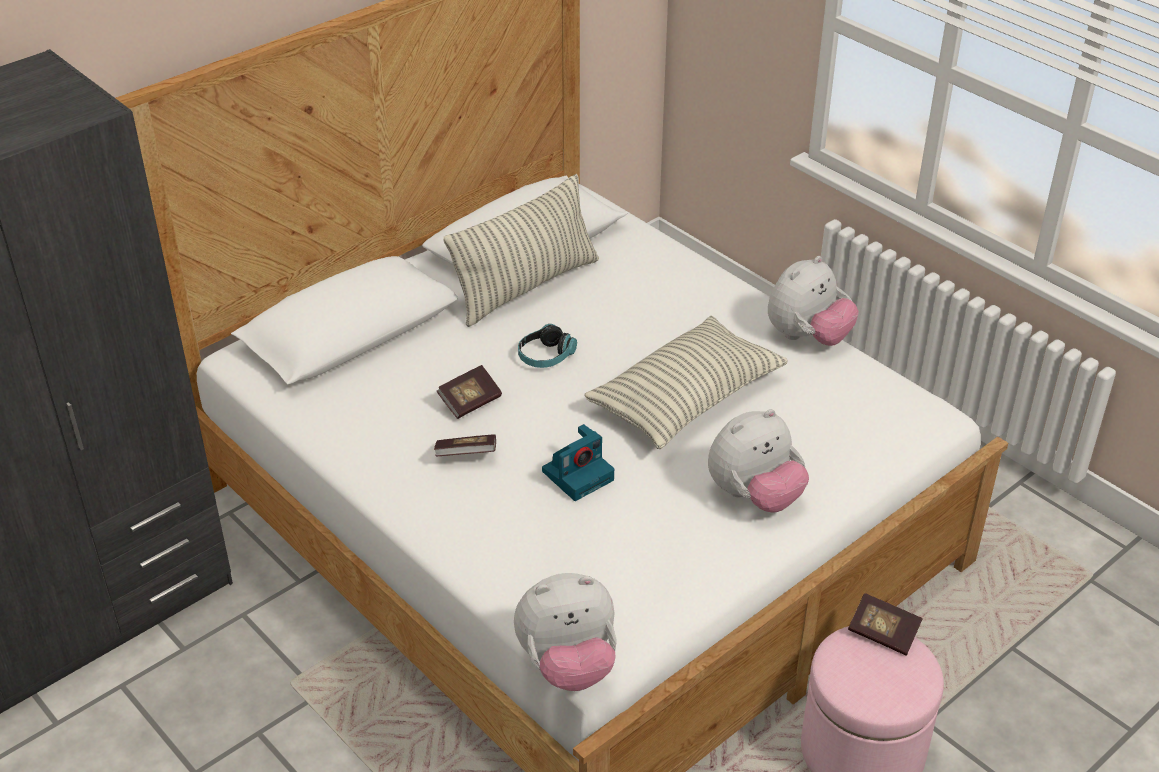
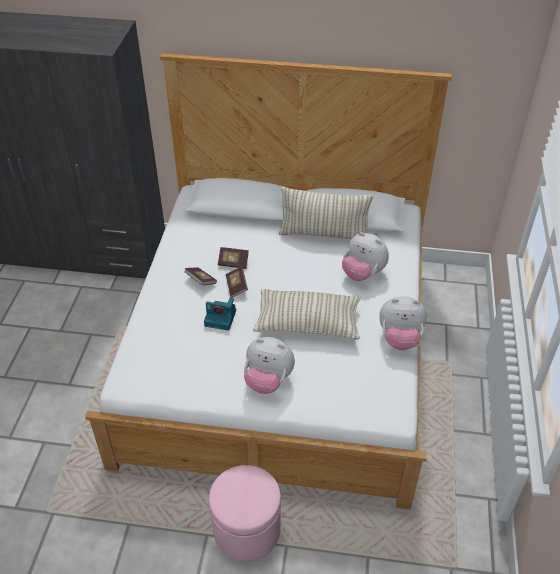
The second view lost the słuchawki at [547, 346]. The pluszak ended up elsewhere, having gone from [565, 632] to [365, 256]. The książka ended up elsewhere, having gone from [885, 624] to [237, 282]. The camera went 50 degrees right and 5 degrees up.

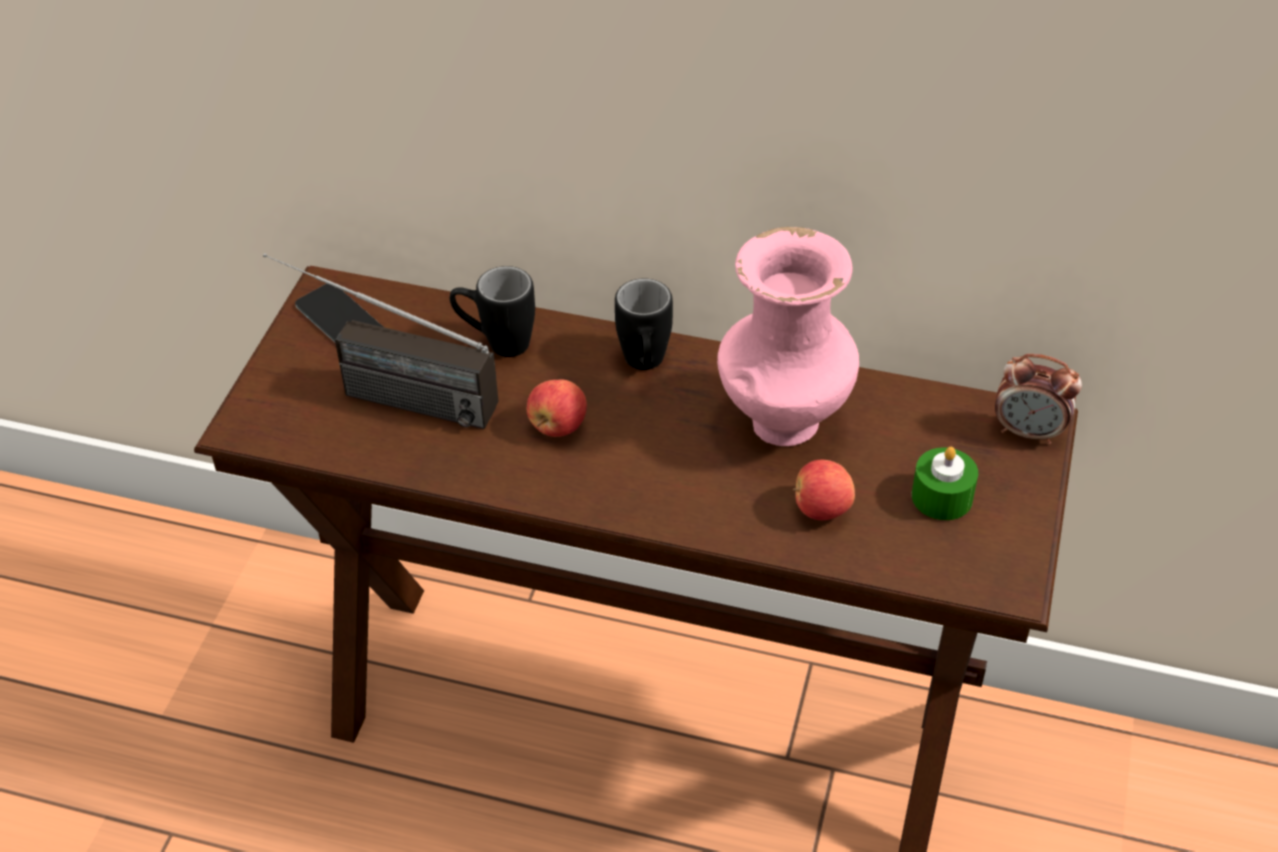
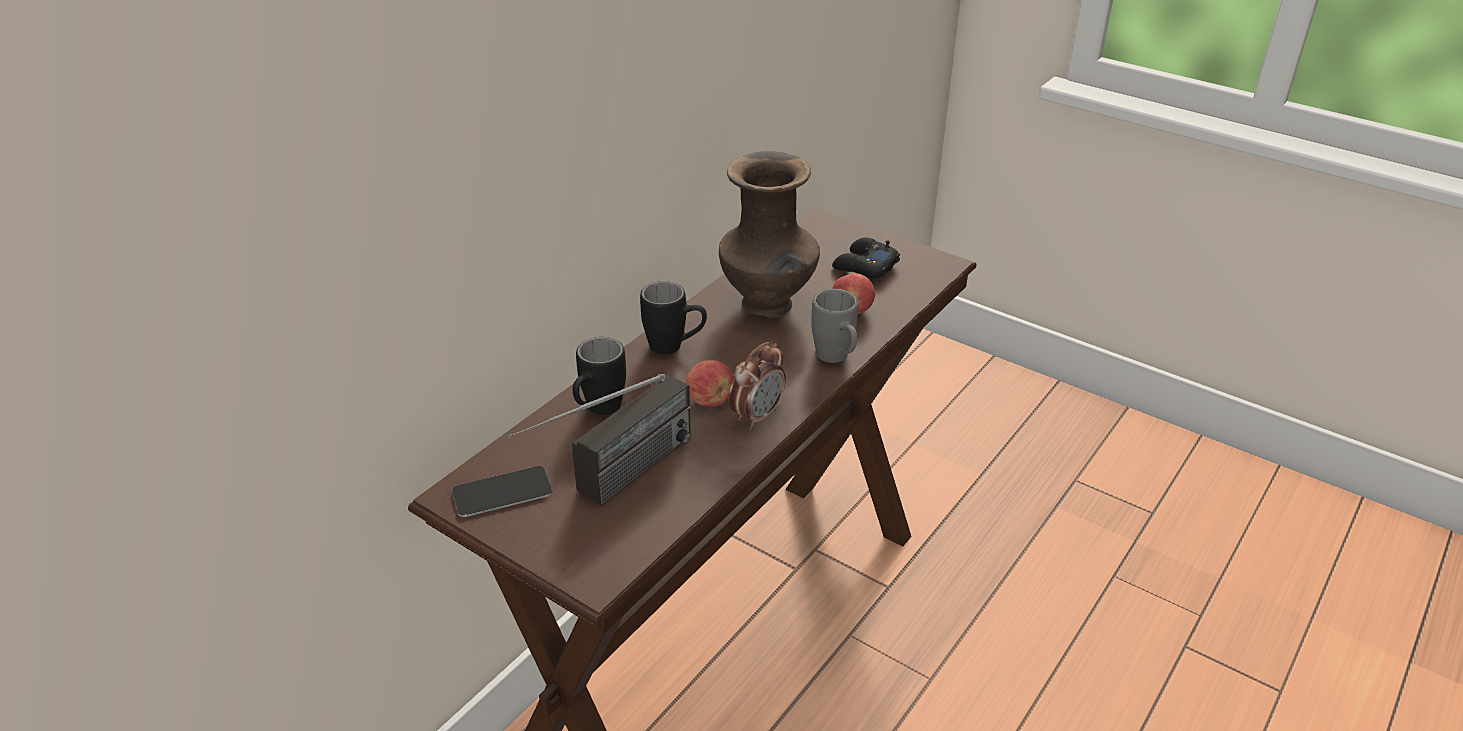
What was the wazon [różowy] at [788, 336] turned into the wazon [brązowy] at [769, 234]. The budzik ended up elsewhere, having gone from [1038, 399] to [757, 386]. Where the świeca [zielony] stood at [945, 483], the pad do gier [czarny] came to stand at [866, 258]. The second view gained the kubek [szary] at [834, 326]. The camera went 70 degrees left and 10 degrees down.

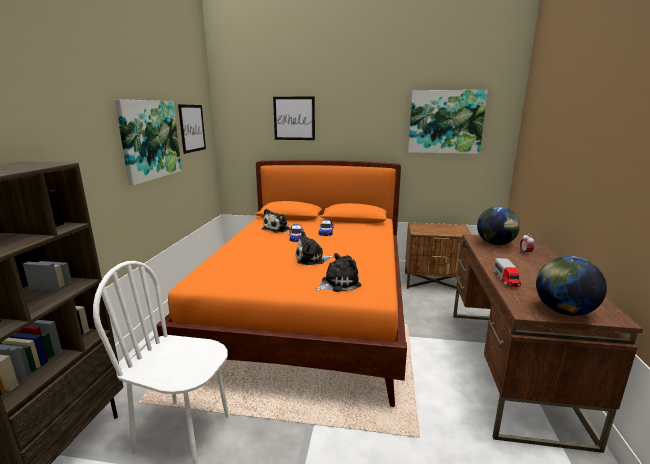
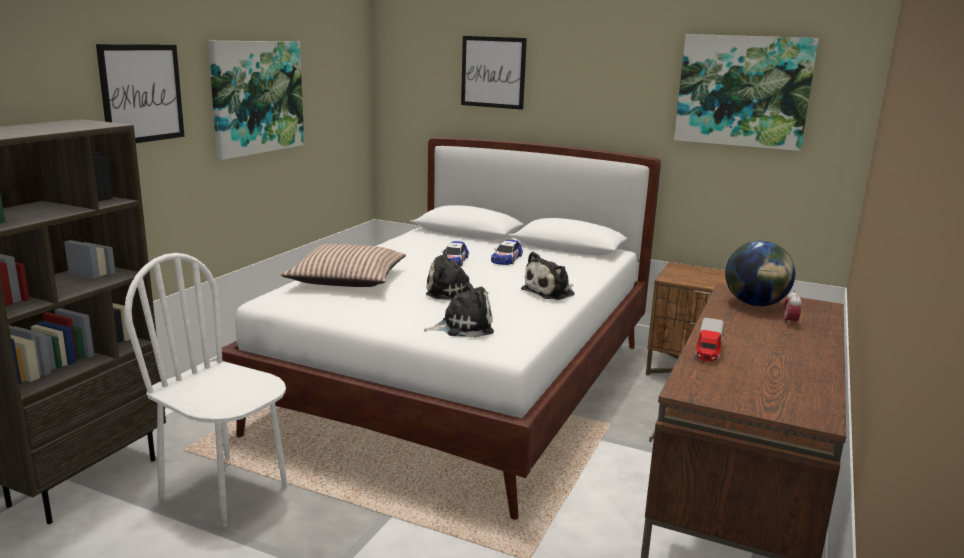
The obraz ended up elsewhere, having gone from [192, 129] to [140, 93]. What was the łóżko [pomarańczowy] at [281, 283] turned into the łóżko [biały] at [441, 328]. The pluszak ended up elsewhere, having gone from [276, 221] to [548, 276]. The second view lost the globus at [571, 286]. The second view gained the poduszka at [343, 265]. The camera went 15 degrees right and 0 degrees up.

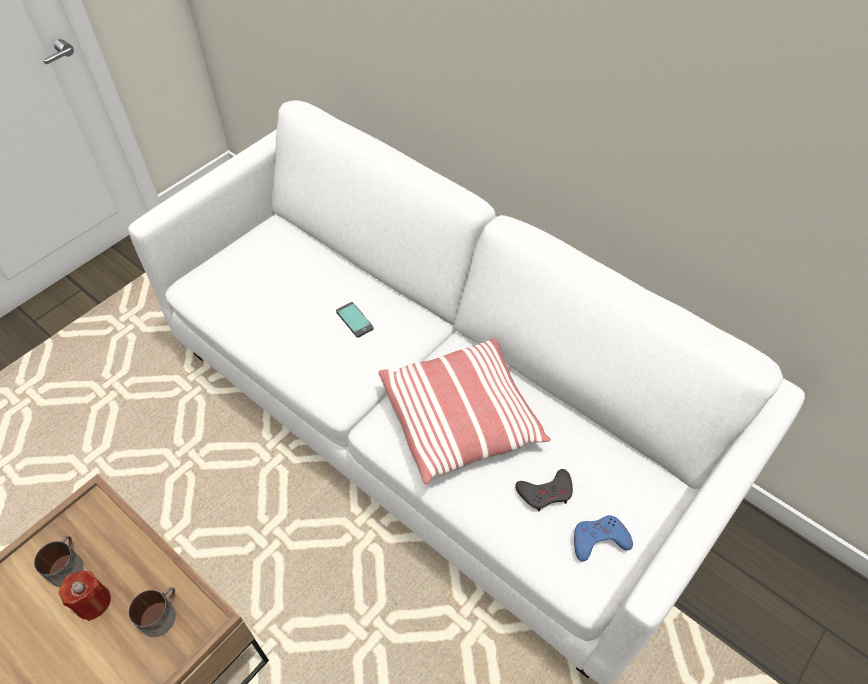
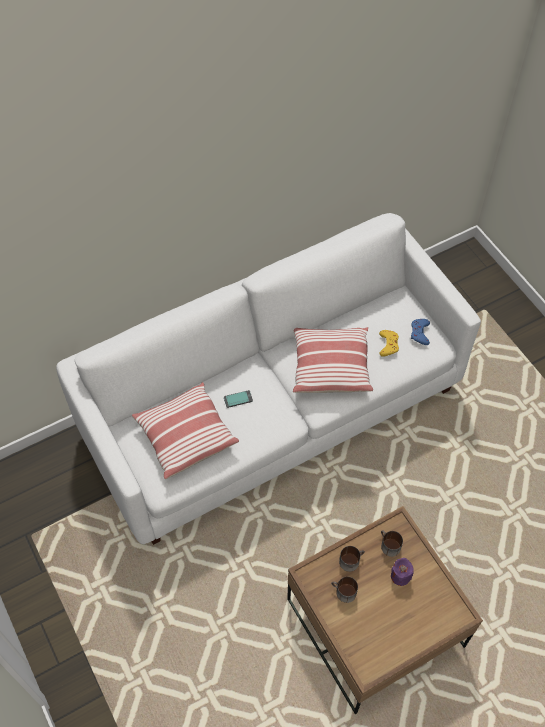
What was the pad do gier [szary] at [544, 490] turned into the pad do gier [żółty] at [389, 343]. The second view lost the świeca [czerwony] at [85, 596]. The second view gained the poduszka at [185, 430]. The second view gained the kubek at [352, 559]. The second view gained the świeca [fioletowy] at [402, 572]. The camera went 70 degrees left and 5 degrees up.

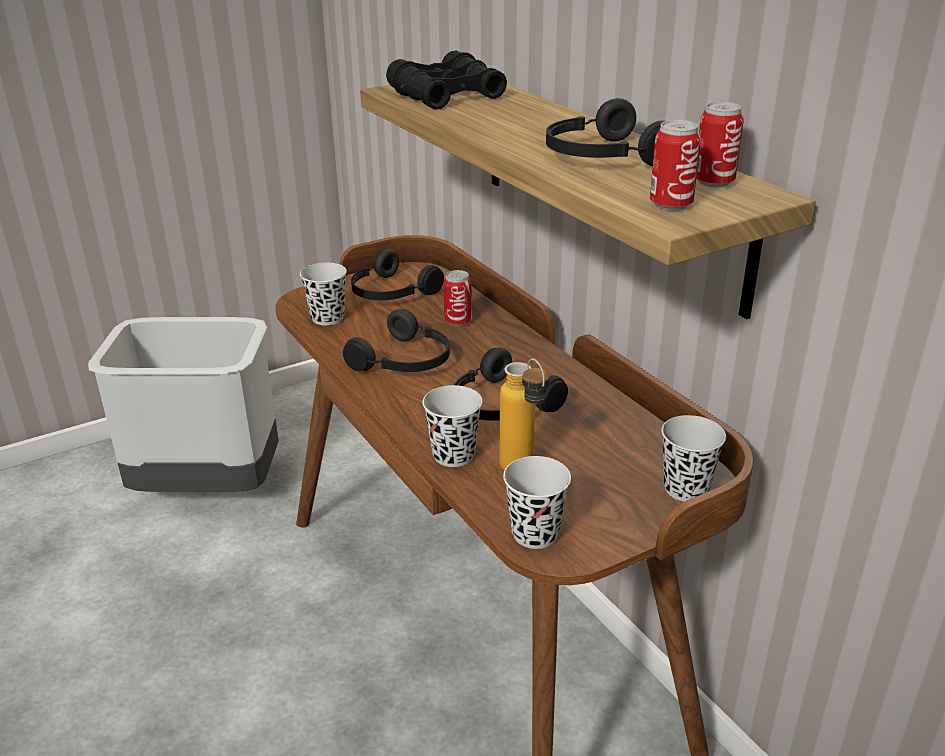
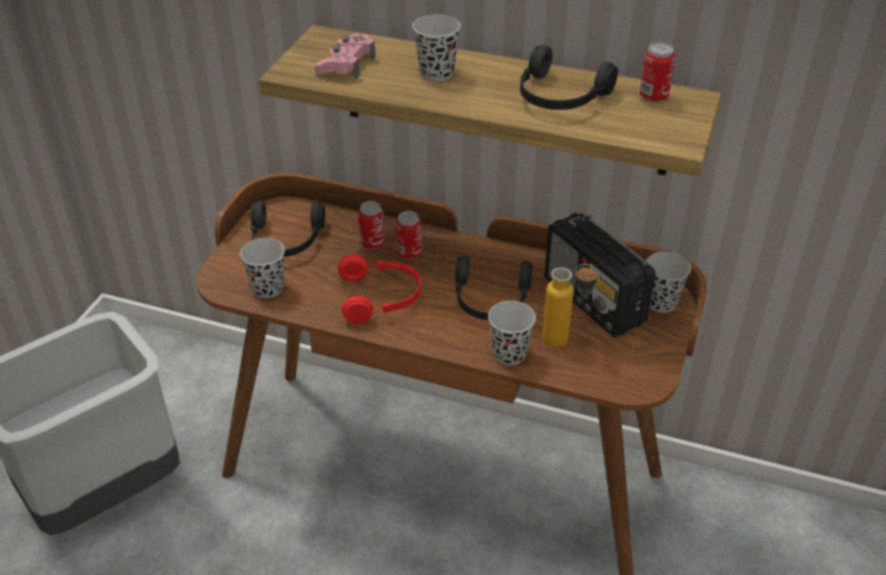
Where the lornetka [czarny] stood at [446, 80], the pad do gier [różowy] came to stand at [345, 56]. The puszka ended up elsewhere, having gone from [675, 165] to [409, 235]. What was the słuchawki [czarny] at [396, 340] turned into the słuchawki [czerwony] at [380, 289]. The filiżanka [czarny] ended up elsewhere, having gone from [537, 502] to [436, 48]. The second view gained the radio at [600, 275]. The camera went 40 degrees left and 10 degrees up.

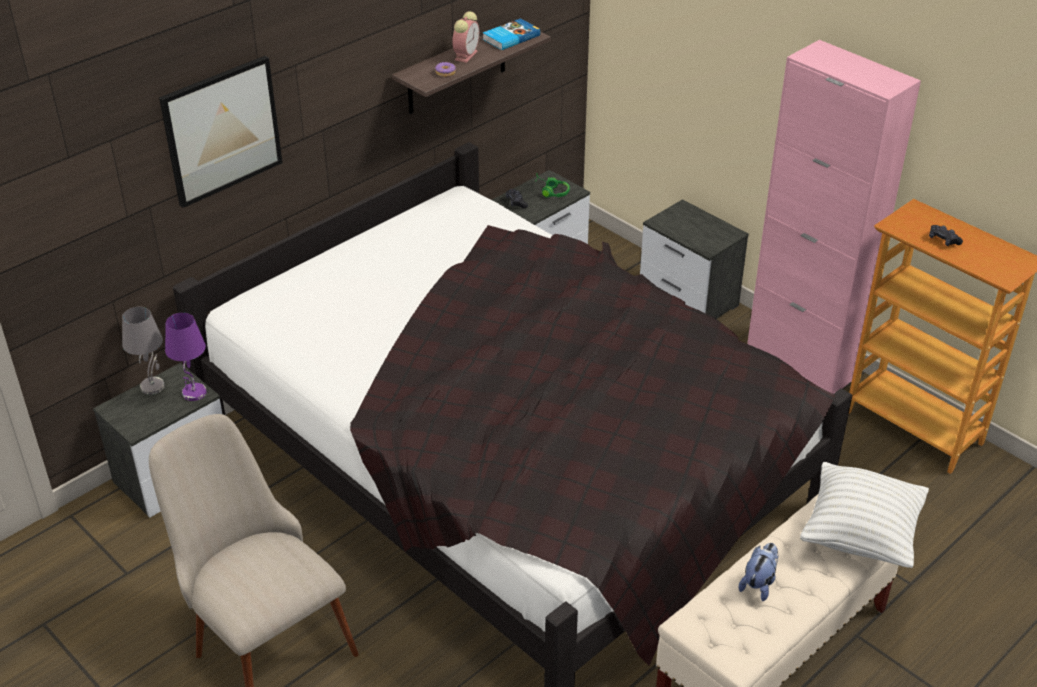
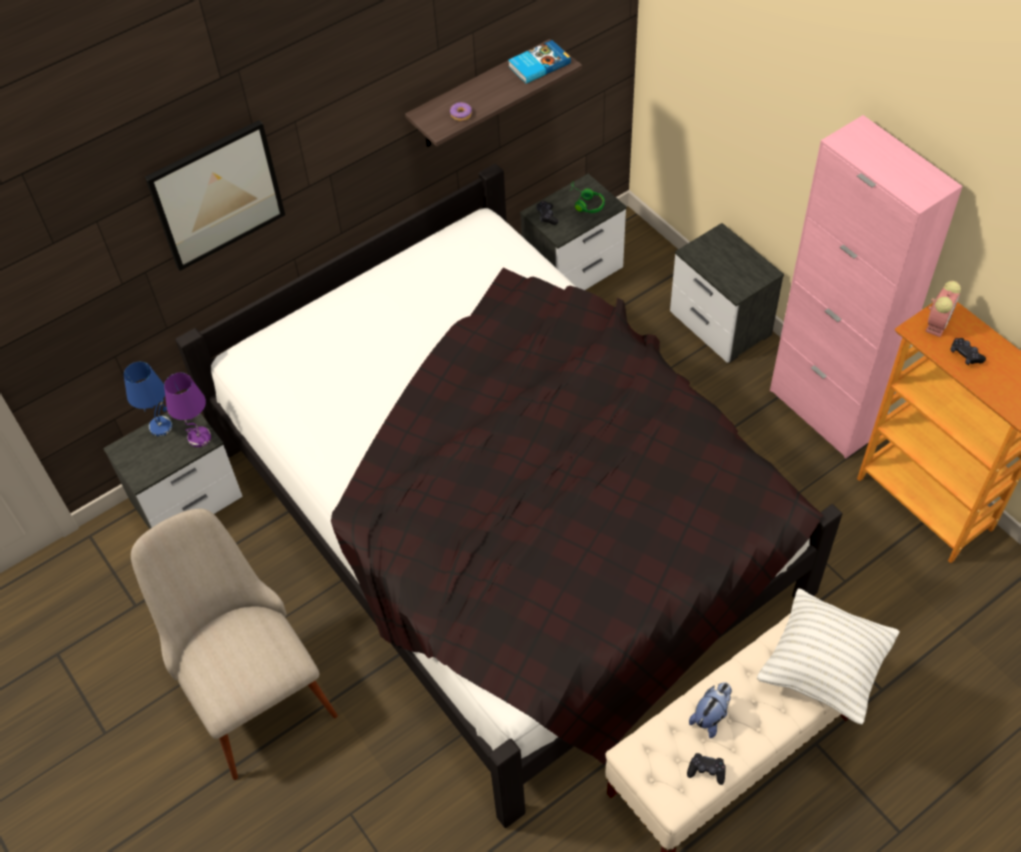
The budzik ended up elsewhere, having gone from [465, 37] to [943, 309]. What was the lampa stołowa [szary] at [143, 351] turned into the lampa stołowa [niebieski] at [148, 399]. The second view gained the pad do gier [czarny] at [706, 769]. The camera went 10 degrees right and 15 degrees up.

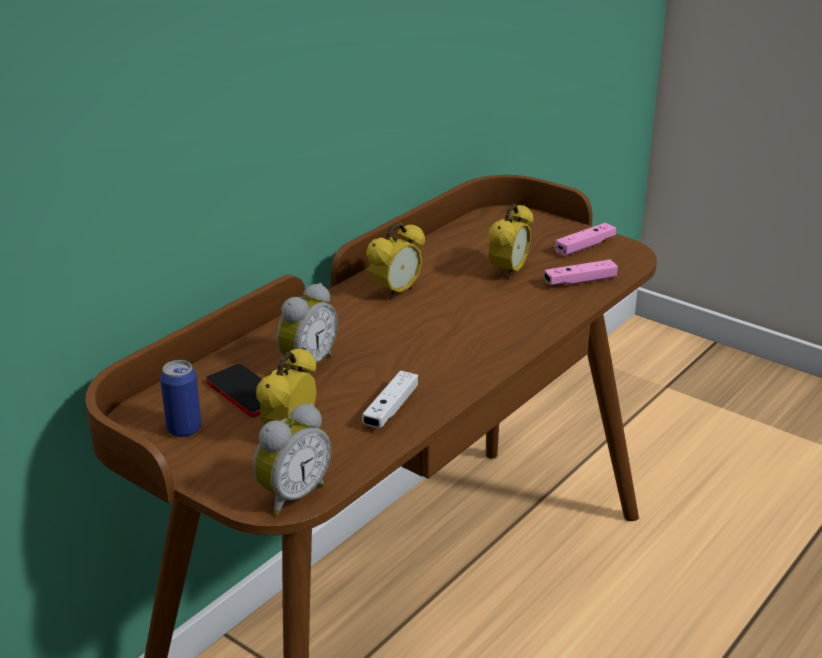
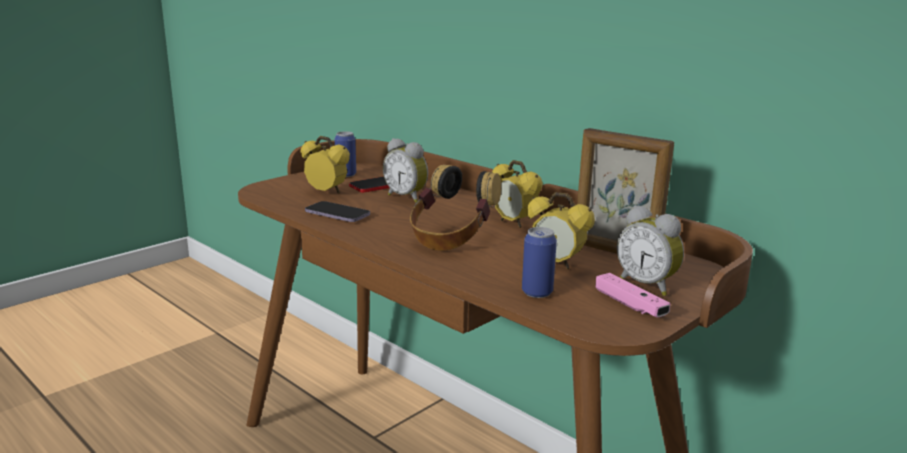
Where the pad do gier [różowy] stood at [581, 273], the puszka came to stand at [539, 262]. Where the pad do gier [biały] stood at [390, 399], the telefon came to stand at [337, 211]. The budzik ended up elsewhere, having gone from [292, 459] to [650, 250]. The second view gained the ramka na zdjęcie at [625, 191]. The second view gained the słuchawki at [455, 207]. The camera went 95 degrees right and 10 degrees down.

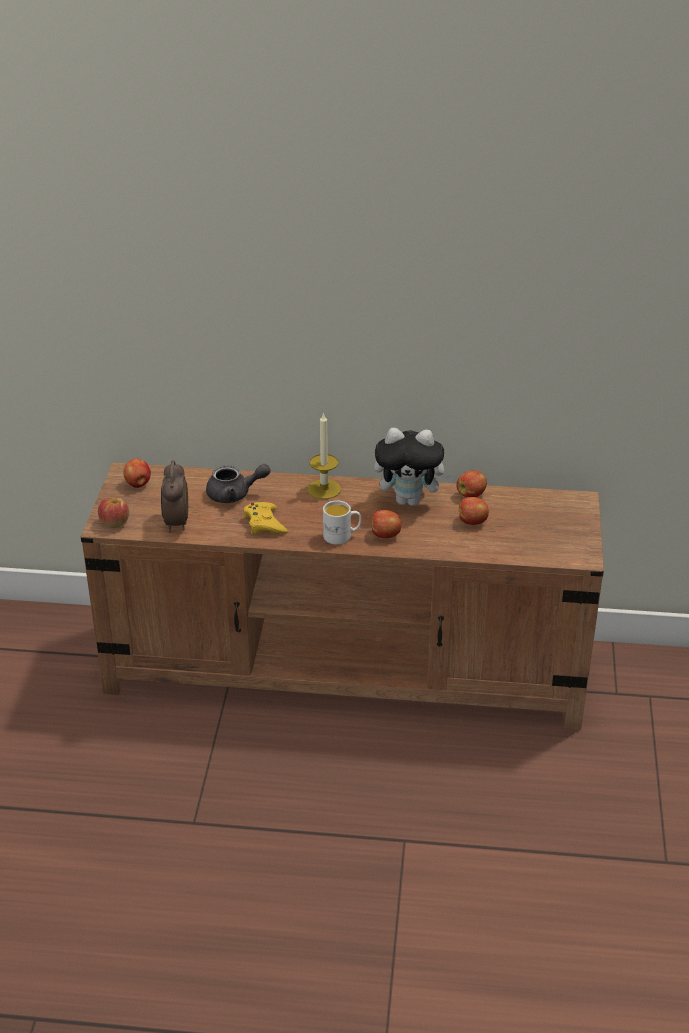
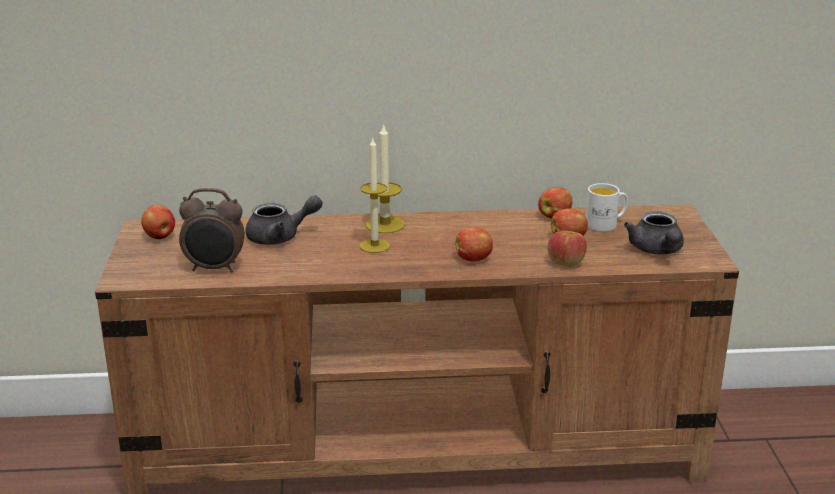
The second view lost the pluszak at [413, 467]. The budzik at [174, 496] ended up facing another way, 75 degrees counterclockwise from before. The jabłko ended up elsewhere, having gone from [113, 513] to [567, 249]. The kubek [biały] ended up elsewhere, having gone from [342, 522] to [607, 207]. The second view lost the pad do gier [żółty] at [266, 518]. The second view gained the świeca at [375, 195]. The second view gained the imbryk [szary] at [654, 233]. The camera went 10 degrees left and 10 degrees down.

